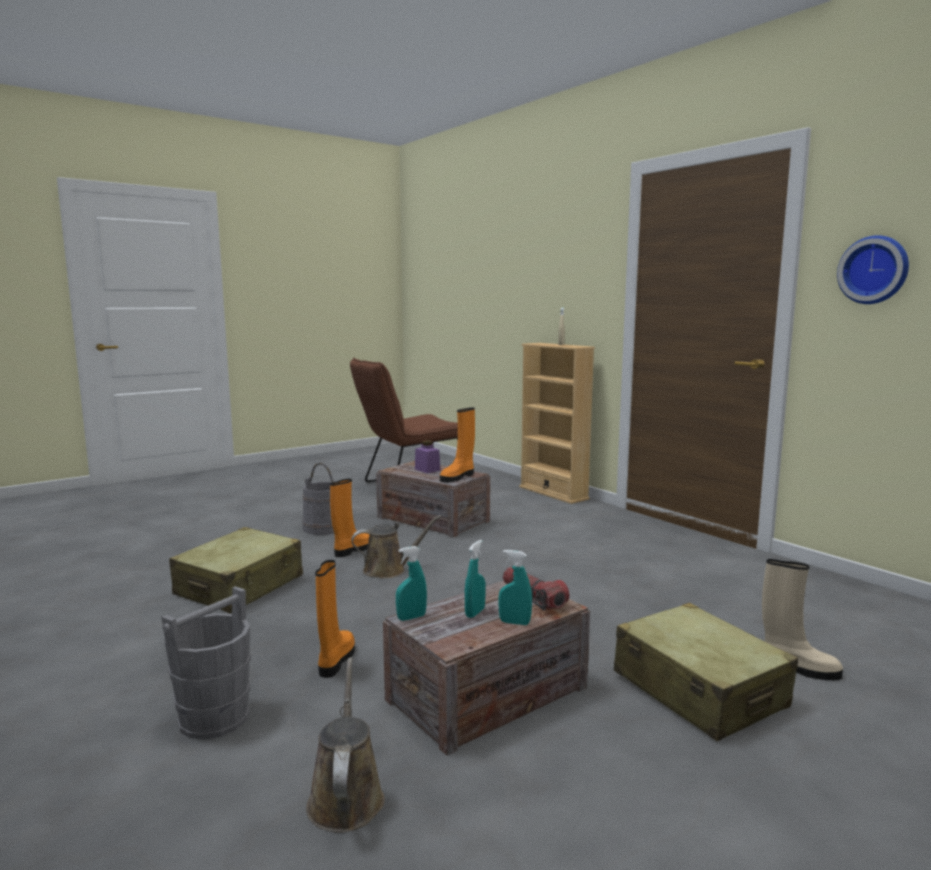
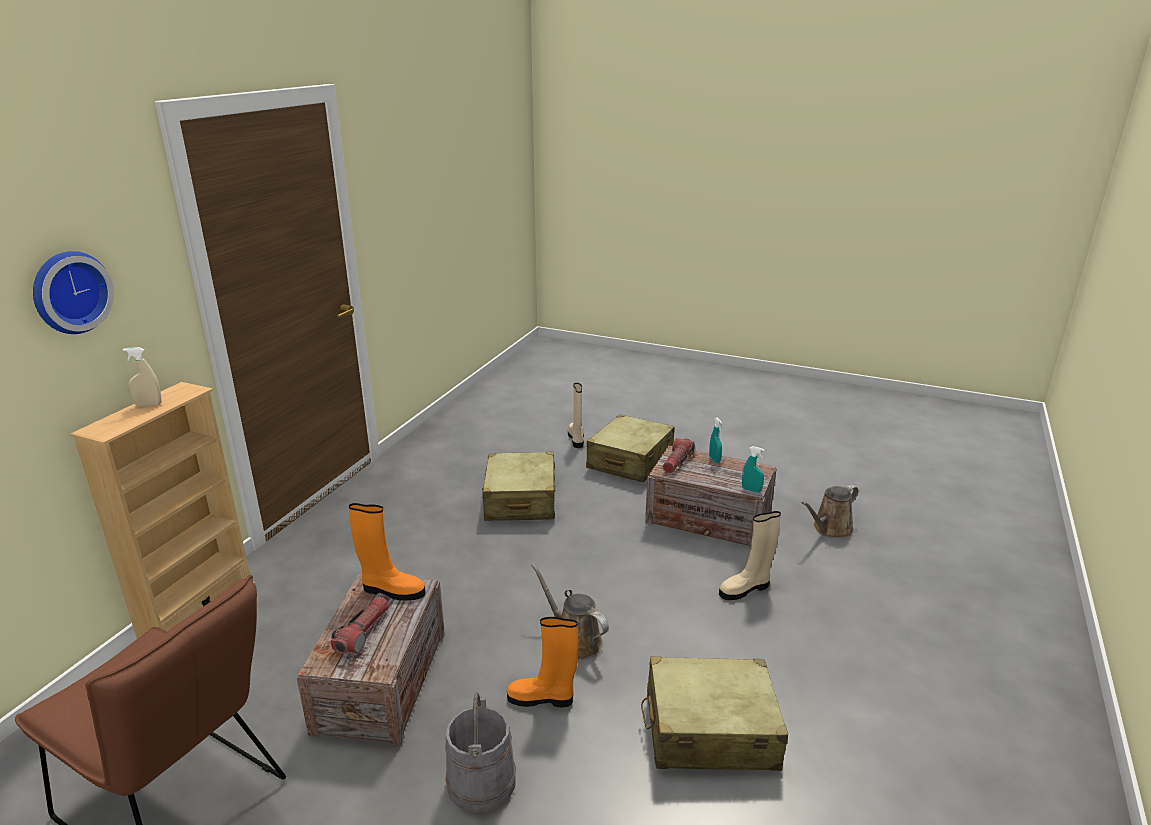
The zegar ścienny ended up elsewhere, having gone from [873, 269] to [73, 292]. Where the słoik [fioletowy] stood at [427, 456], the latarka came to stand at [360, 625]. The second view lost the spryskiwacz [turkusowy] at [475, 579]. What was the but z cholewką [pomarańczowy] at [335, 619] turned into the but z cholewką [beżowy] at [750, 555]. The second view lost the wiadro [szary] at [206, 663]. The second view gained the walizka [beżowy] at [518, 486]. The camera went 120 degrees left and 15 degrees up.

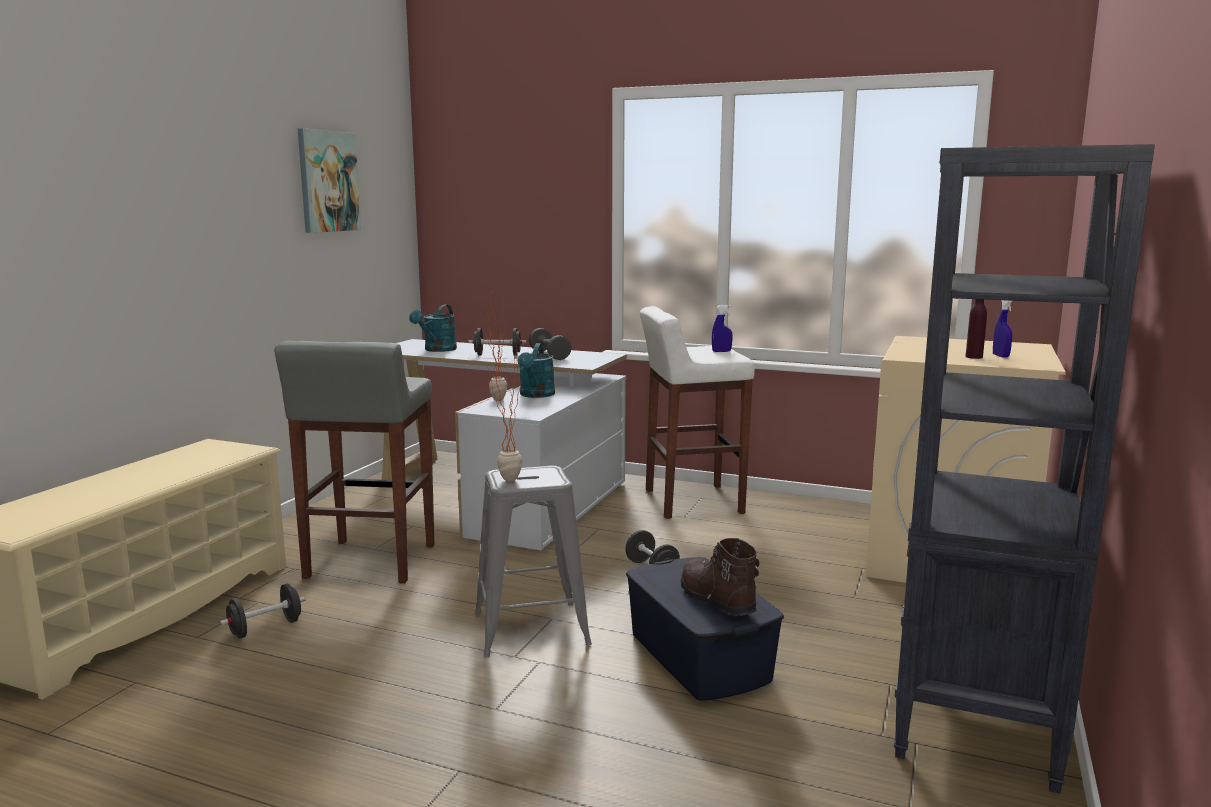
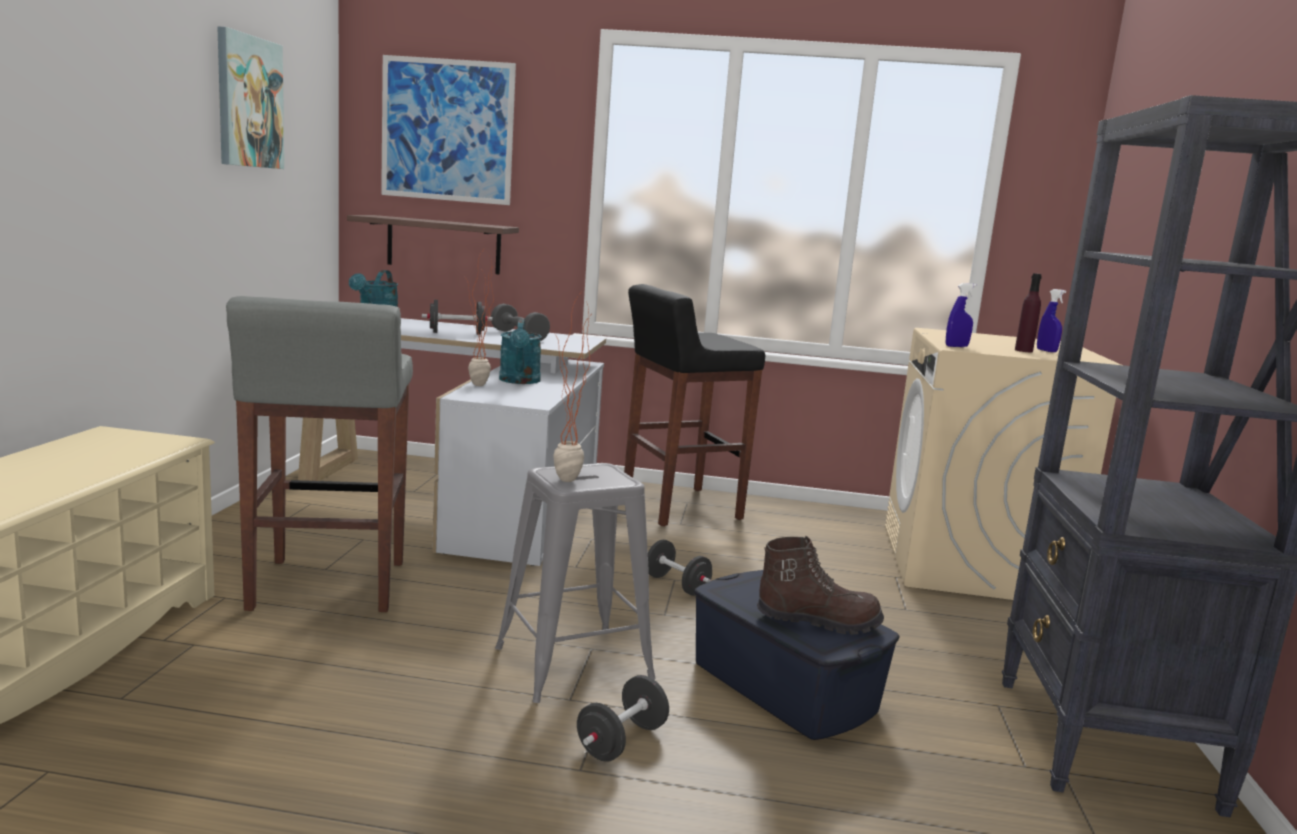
The spryskiwacz [niebieski] ended up elsewhere, having gone from [722, 328] to [961, 315]. What was the stołek [biały] at [697, 412] turned into the stołek [czarny] at [694, 405]. The but z cholewką [brązowy] at [720, 577] ended up facing another way, 135 degrees clockwise from before. The hantel [czarny] ended up elsewhere, having gone from [262, 611] to [623, 718]. The second view gained the obraz at [448, 130]. The second view gained the półka at [433, 245]. The camera went 15 degrees left and 0 degrees up.

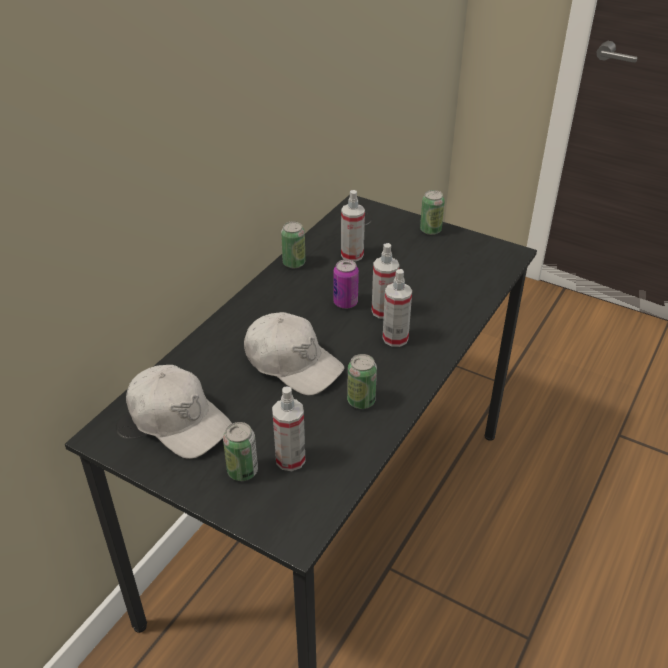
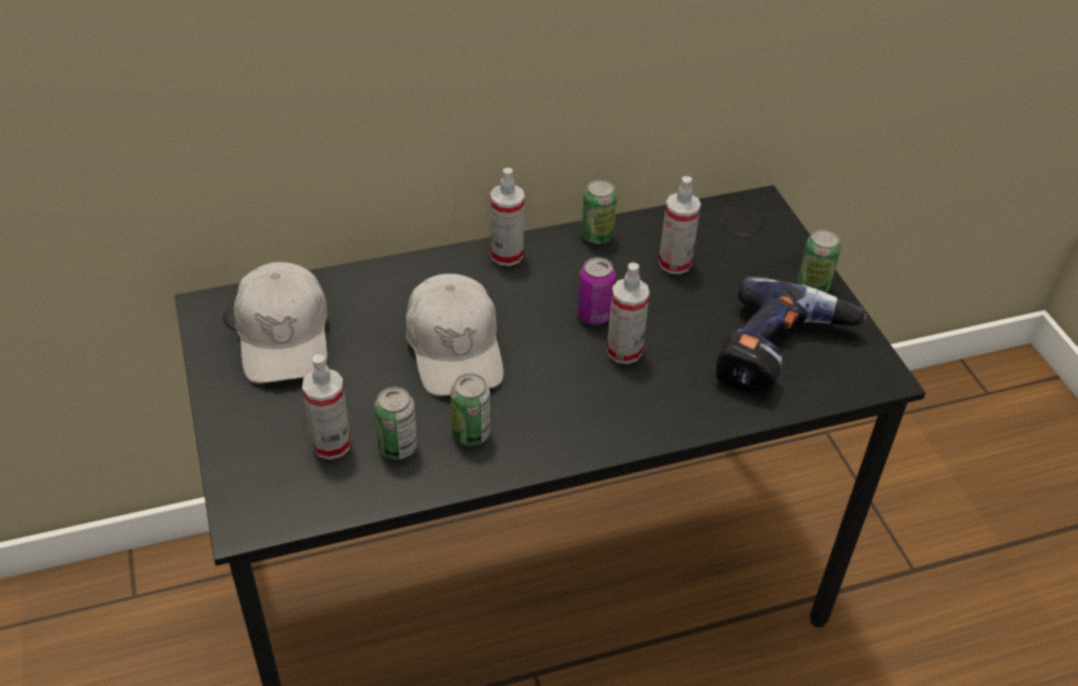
The spryskiwacz ended up elsewhere, having gone from [397, 308] to [507, 217]. The puszka ended up elsewhere, having gone from [240, 451] to [395, 423]. The second view gained the wiertarka at [791, 334]. The camera went 40 degrees right and 5 degrees up.

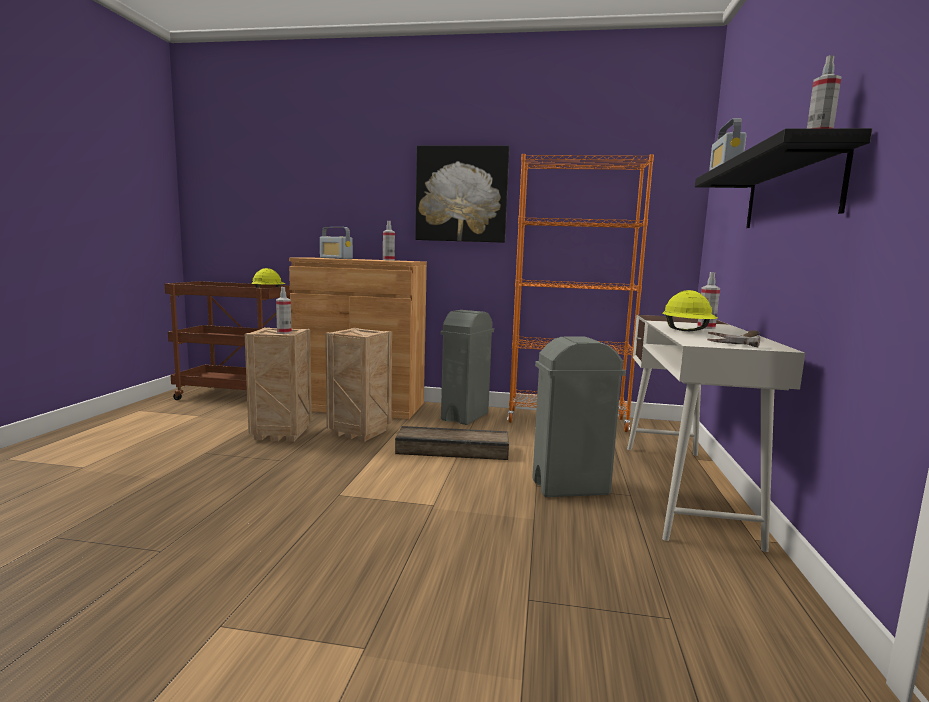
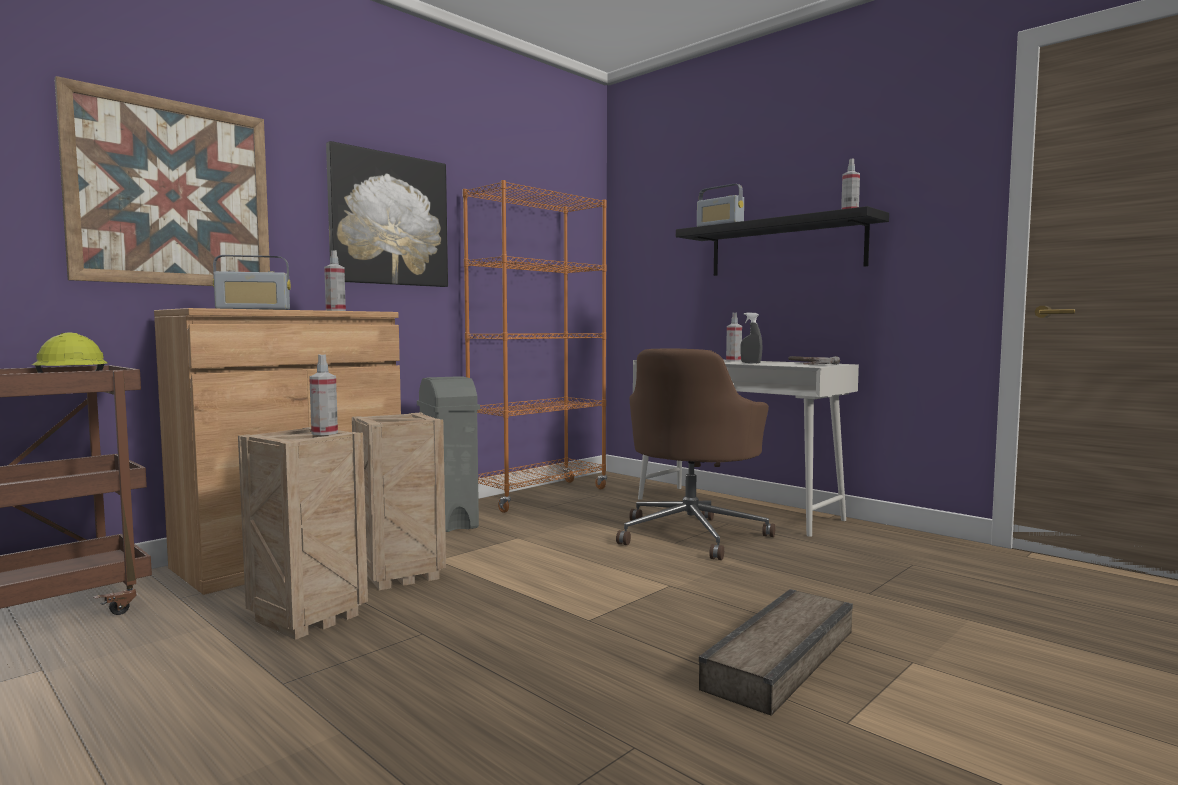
Where the kask [żółty] stood at [689, 310], the spryskiwacz [szary] came to stand at [751, 338]. Where the kosz na śmieci [szary] stood at [579, 416], the krzesło biurowe [brązowy] came to stand at [695, 454]. The skrzynka ended up elsewhere, having gone from [452, 443] to [776, 652]. The second view gained the obraz at [162, 181]. The camera went 55 degrees left and 5 degrees down.

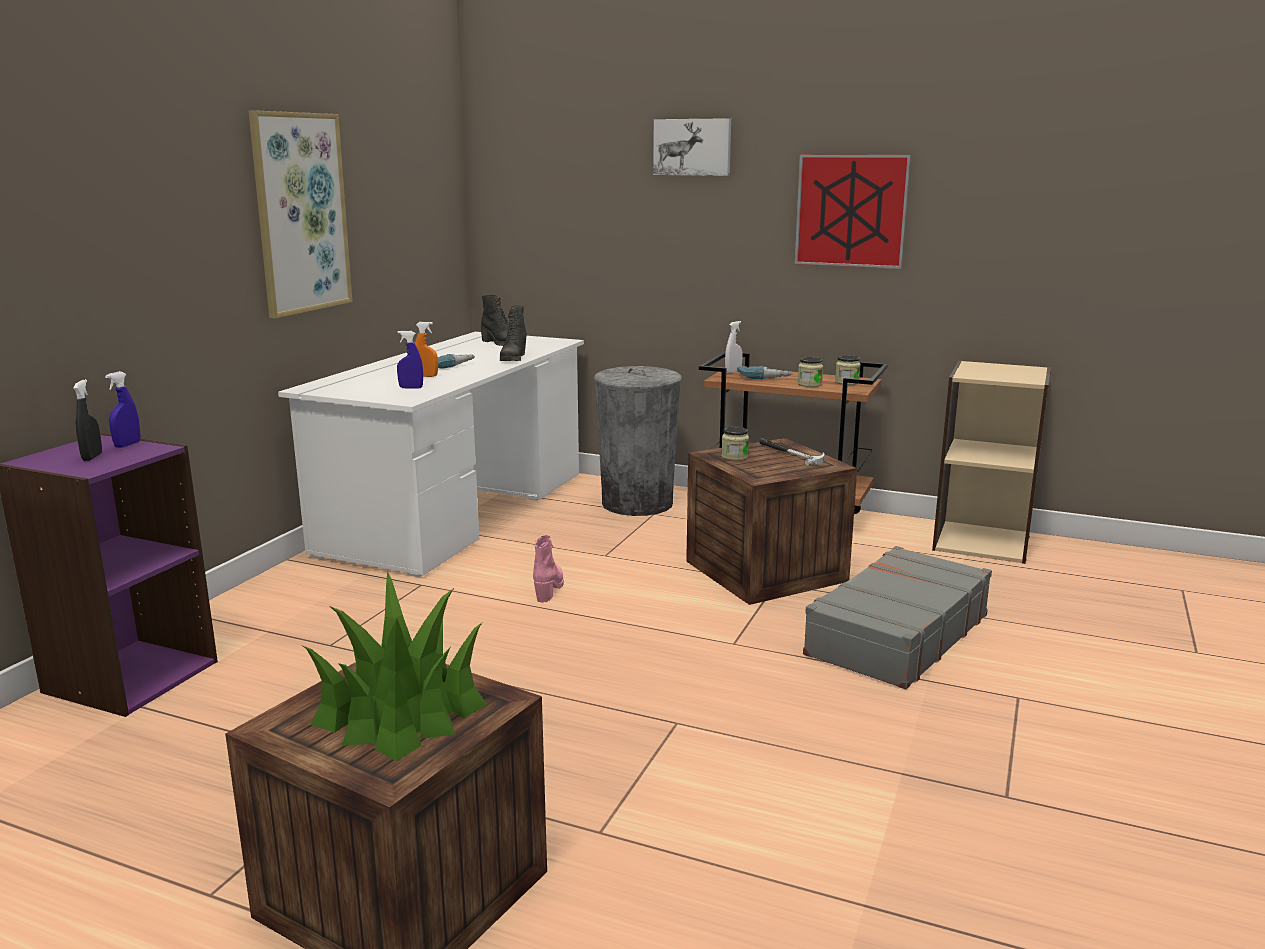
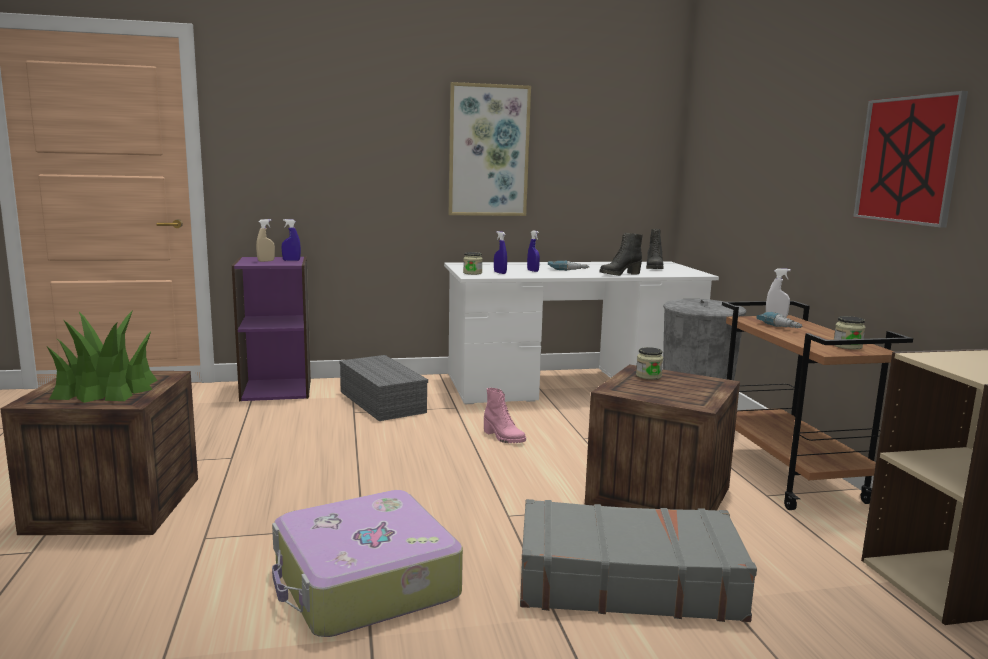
The second view lost the obraz at [692, 147]. What was the spryskiwacz [pomarańczowy] at [426, 349] turned into the spryskiwacz [niebieski] at [533, 251]. The słoik ended up elsewhere, having gone from [810, 372] to [473, 263]. What was the spryskiwacz [czarny] at [87, 420] turned into the spryskiwacz [beżowy] at [265, 240]. The second view lost the młotek at [791, 452]. The but z cholewką [różowy] at [548, 569] ended up facing another way, 75 degrees clockwise from before. The second view gained the pojemnik do przechowywania [szary] at [383, 388]. The second view gained the walizka at [367, 563]. The camera went 55 degrees right and 5 degrees down.

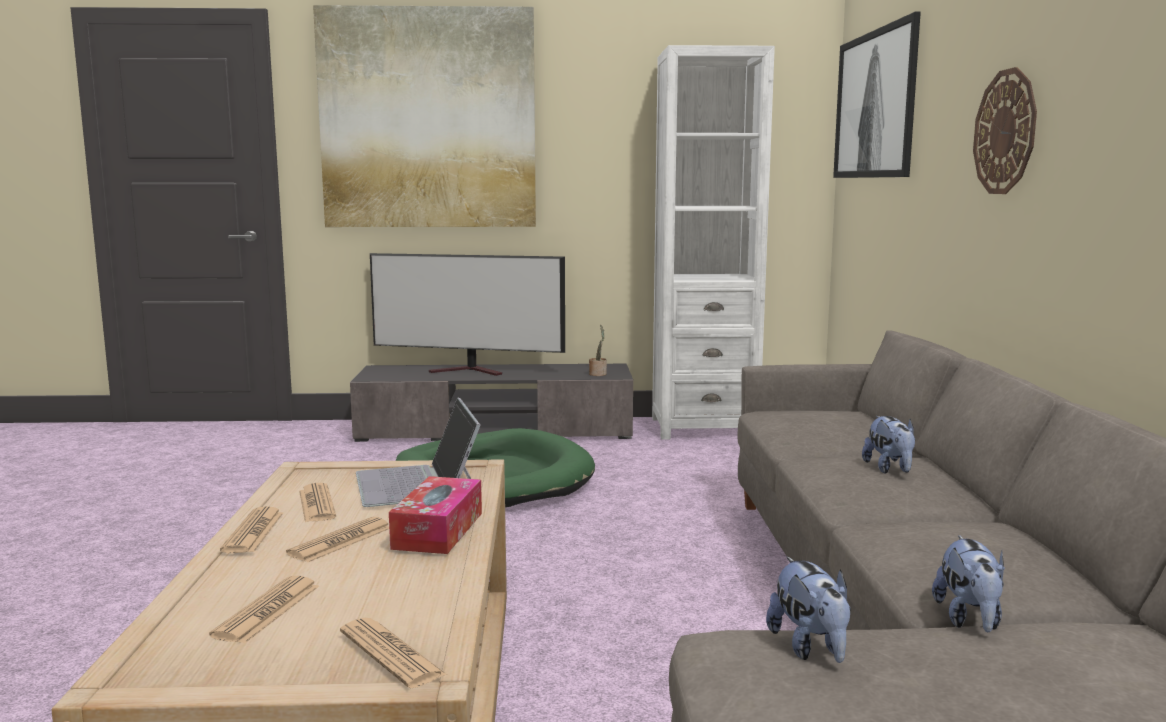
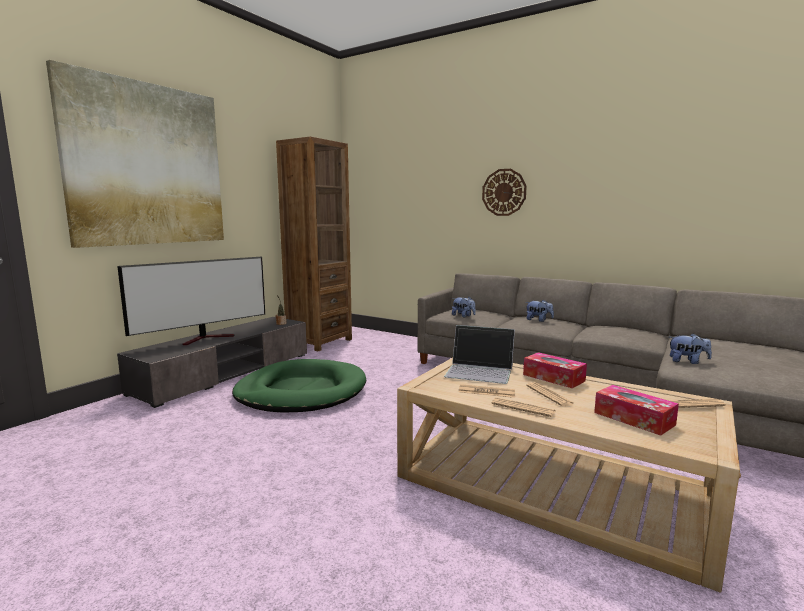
The second view lost the obraz at [877, 95]. What was the regał [biały] at [713, 242] turned into the regał [brązowy] at [314, 243]. The pluszak ended up elsewhere, having gone from [968, 584] to [464, 307]. Where the gazeta stood at [264, 610], the pudełko chusteczek came to stand at [636, 410]. The camera went 55 degrees left and 0 degrees up.

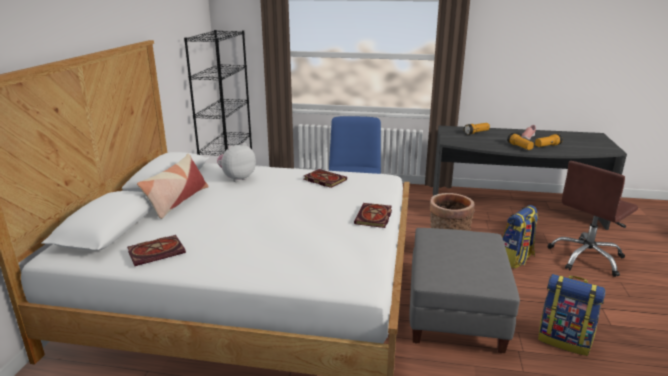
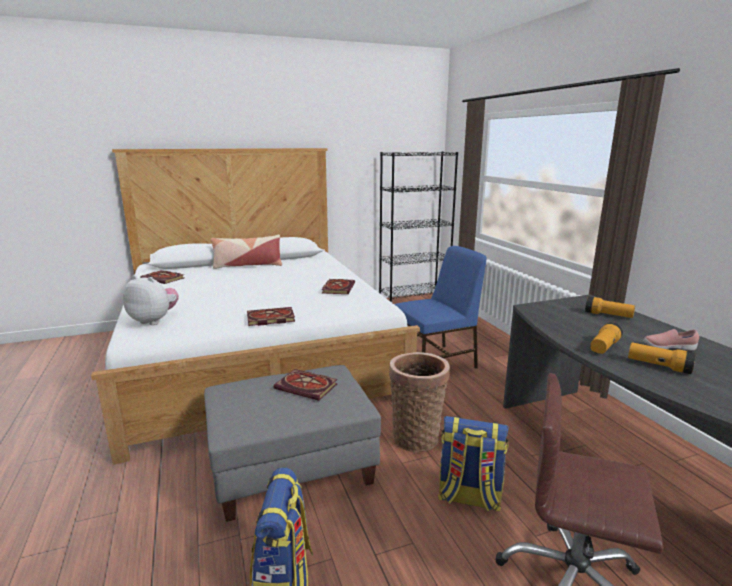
The pluszak ended up elsewhere, having gone from [236, 162] to [151, 300]. The second view gained the książka at [306, 385]. The camera went 60 degrees right and 5 degrees down.

